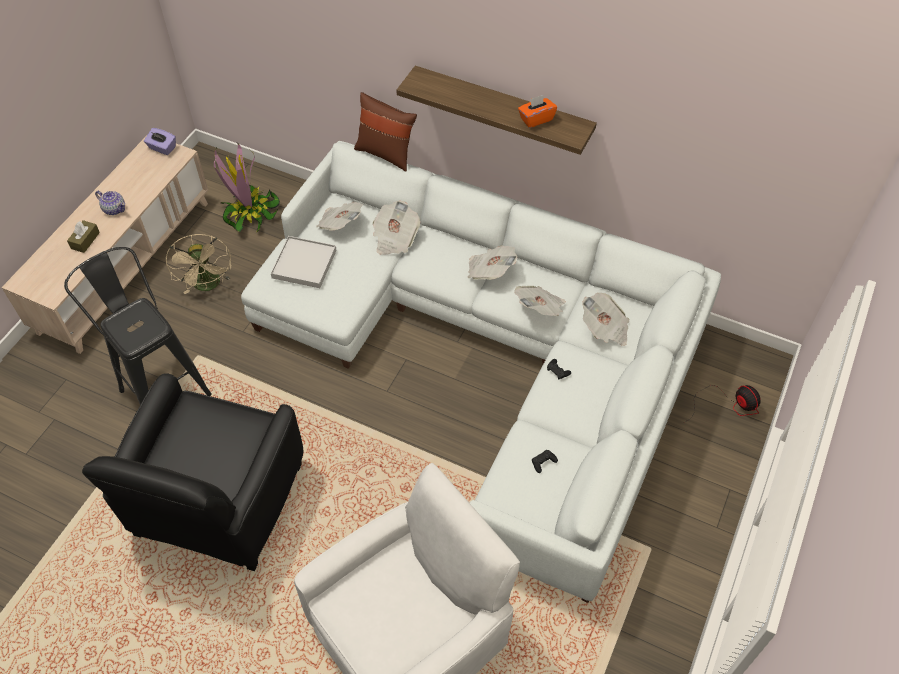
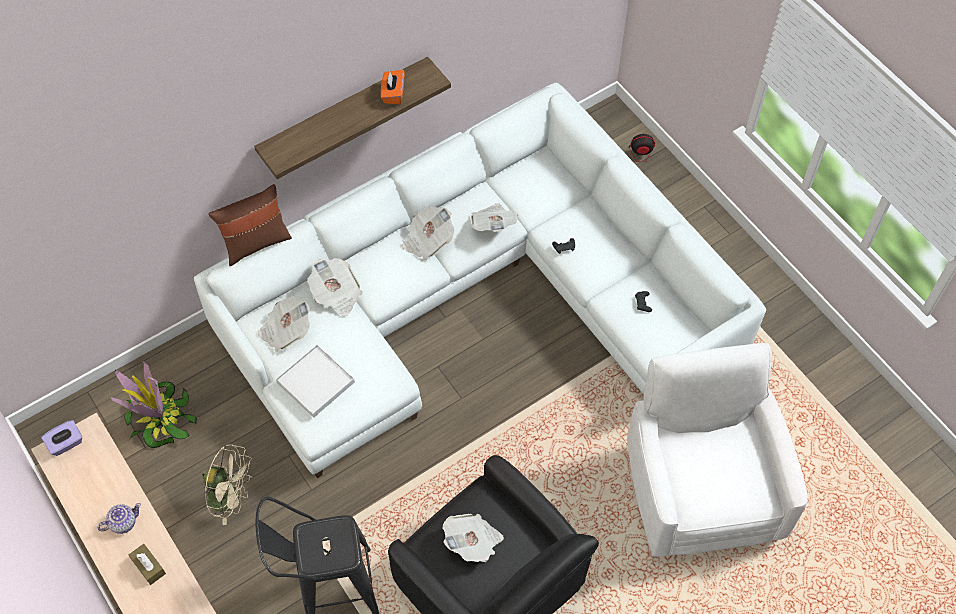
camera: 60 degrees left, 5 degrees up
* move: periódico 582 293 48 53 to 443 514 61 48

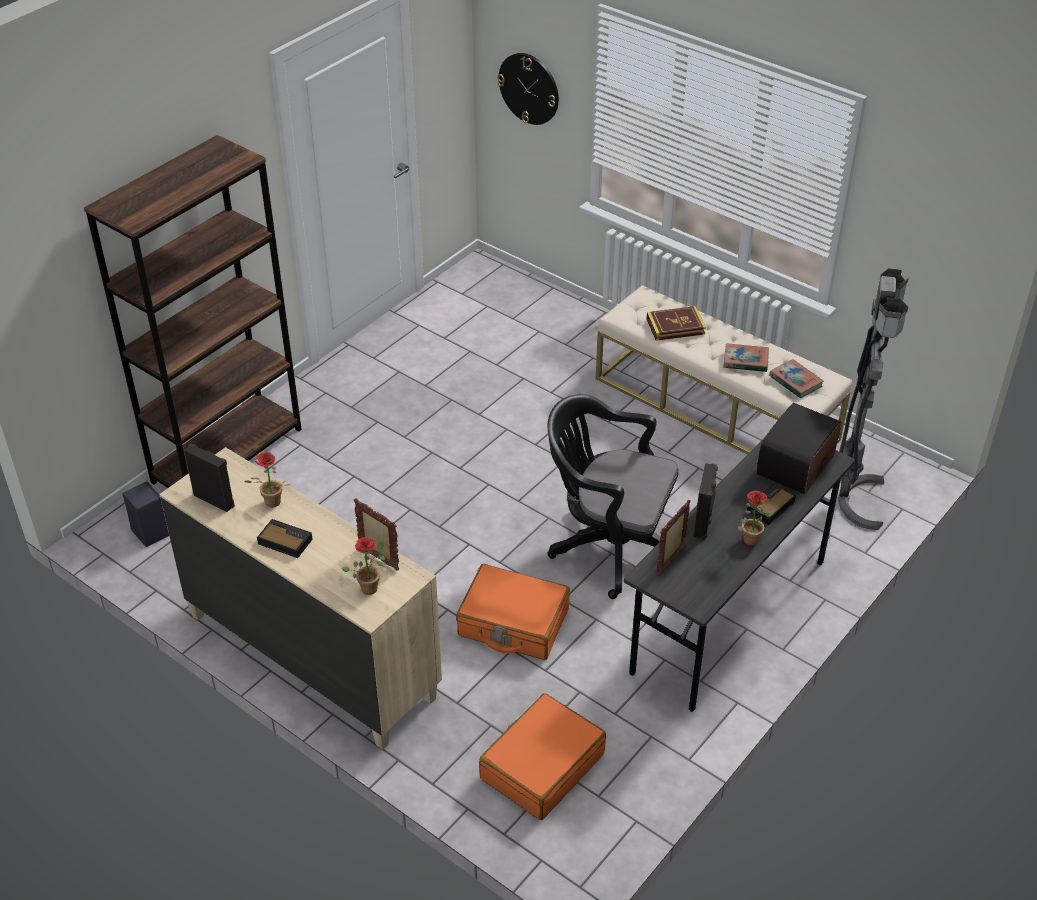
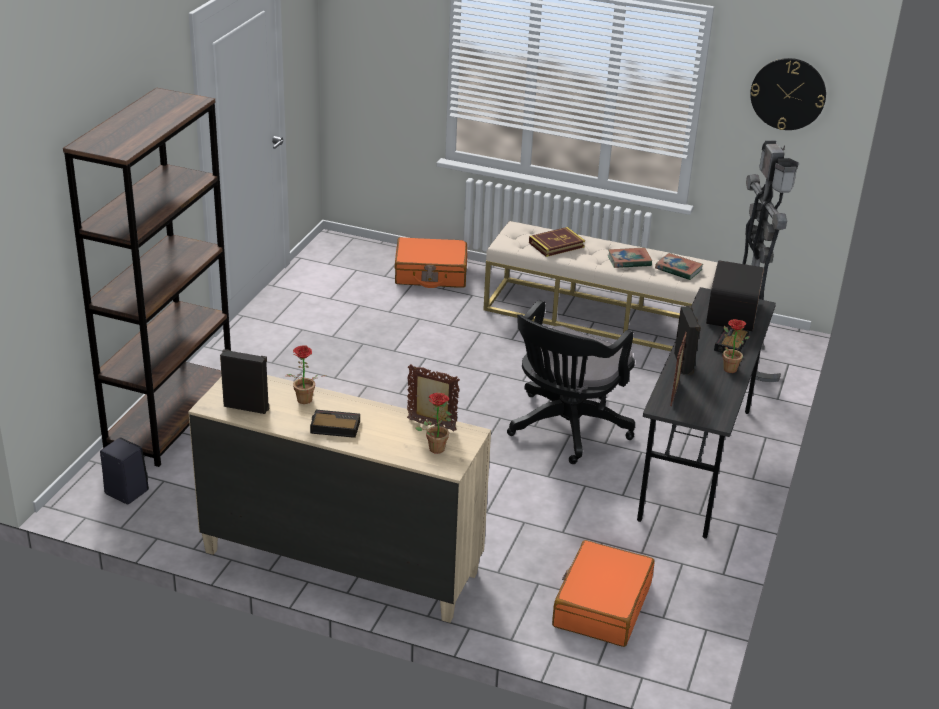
camera: 20 degrees left, 10 degrees down
* move: maleta (naranja) 456 564 114 96 to 395 237 72 51
* move: reloj de pared 497 53 62 72 to 750 58 76 72
* rotate: silla de oficina (negro) 547 394 132 205 = 507 300 128 164 60 degrees counterclockwise

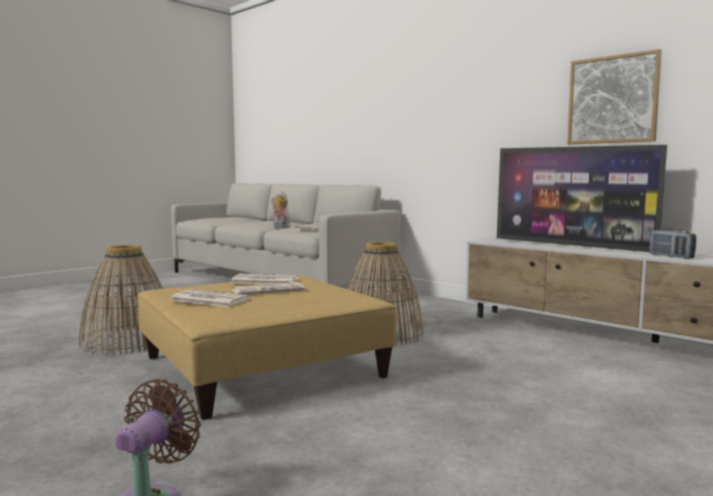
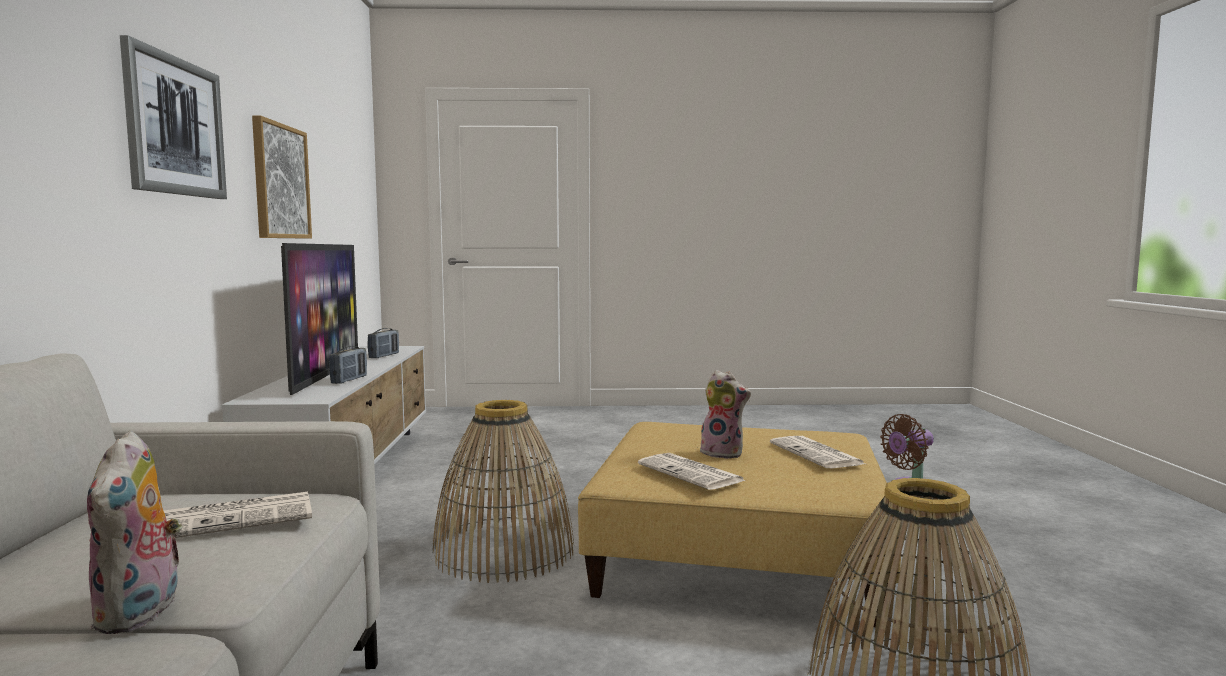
camera: 135 degrees left, 0 degrees up
* replace: periódico 232 282 73 13 to peluche 700 370 51 89
* insert: cuadro 120 35 107 164
* insert: radio 329 346 38 38

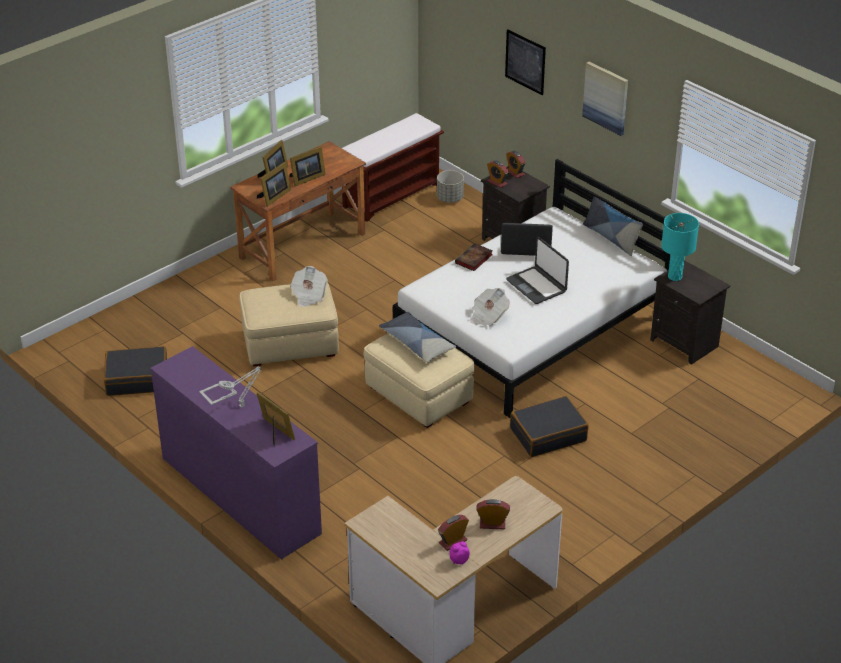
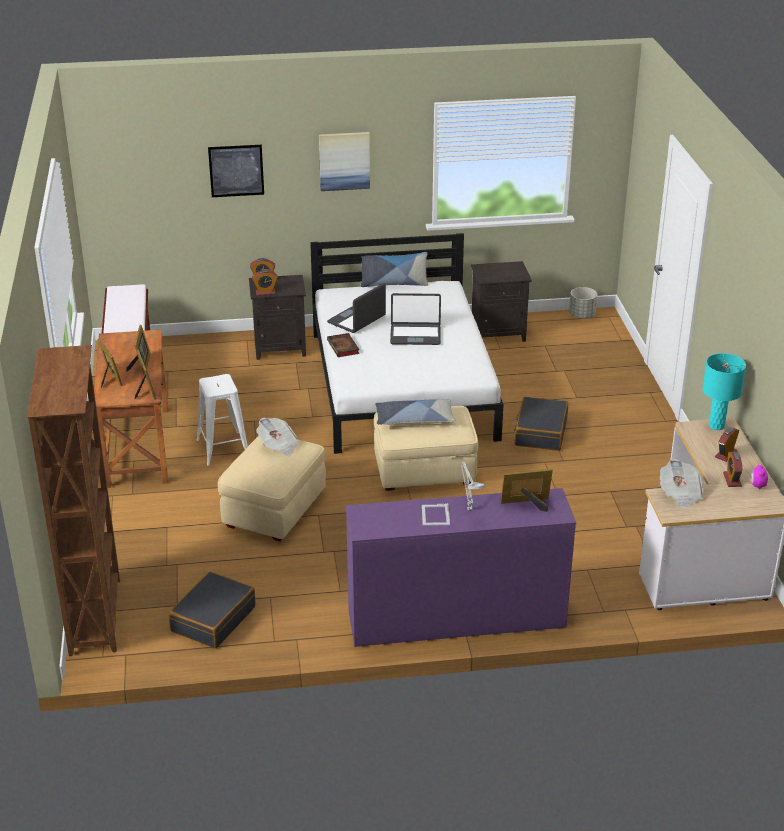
camera: 55 degrees left, 5 degrees down
* move: maceta (gris) 437 170 27 33 to 569 287 28 32
* move: periódico 470 288 40 39 to 660 459 43 50
* move: lámpara de mesa (turquesa) 661 213 38 68 to 702 353 44 77
* insert: estantería (marrón) 27 345 93 311
* insert: taburete (blanco) 197 374 51 92

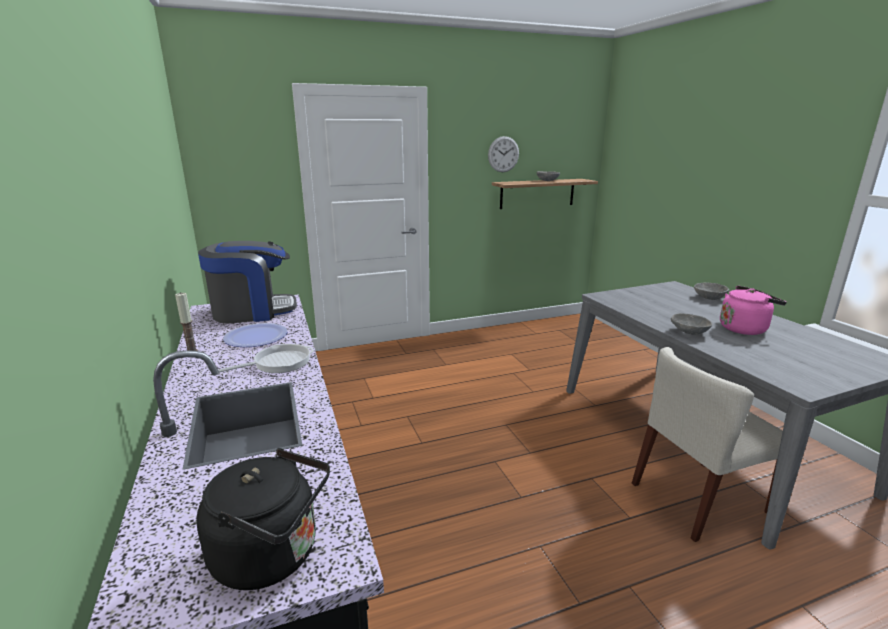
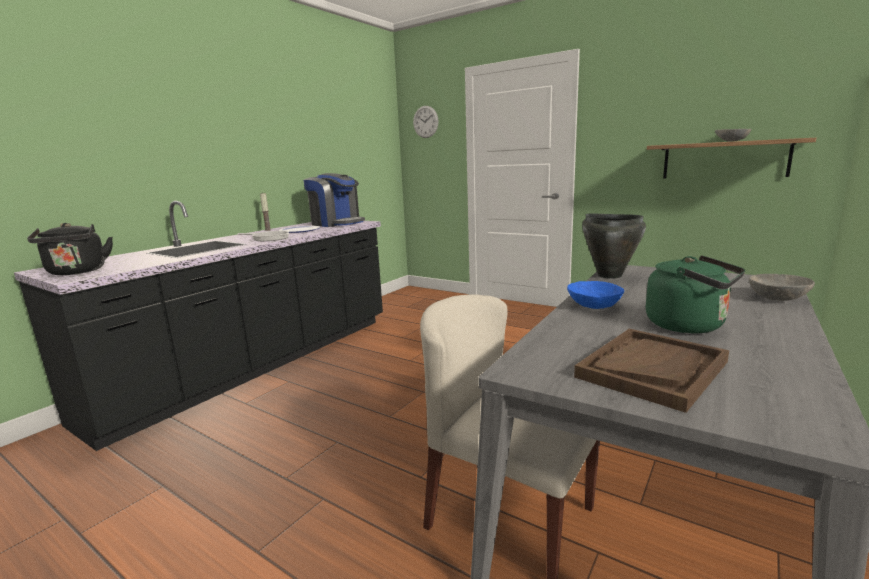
camera: 55 degrees right, 5 degrees down
* move: reloj de pared 488 136 31 36 to 413 106 25 32
* recolor: cuenco (gris) 671 313 41 22 to cuenco (azul) 567 281 57 28
* recolor: hervidor (rosa) 720 286 67 49 to hervidor (verde) 646 255 99 78
* insert: bandeja (marrón) 574 329 155 84
* insert: olla (negro) 582 214 64 65

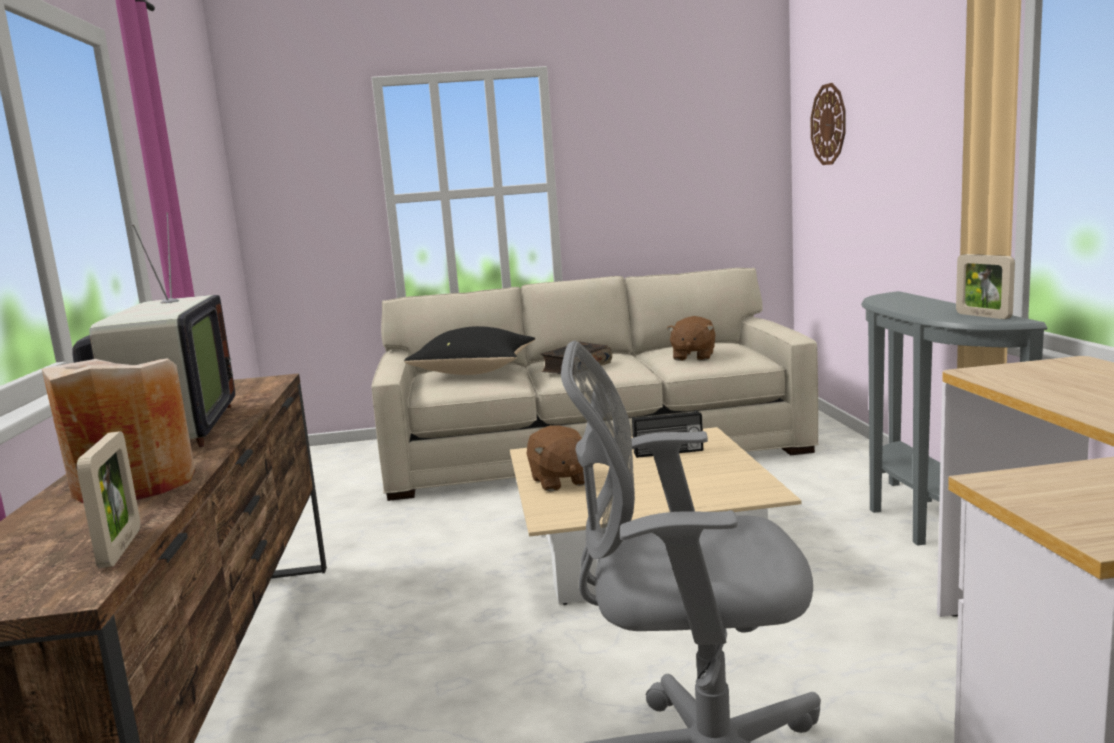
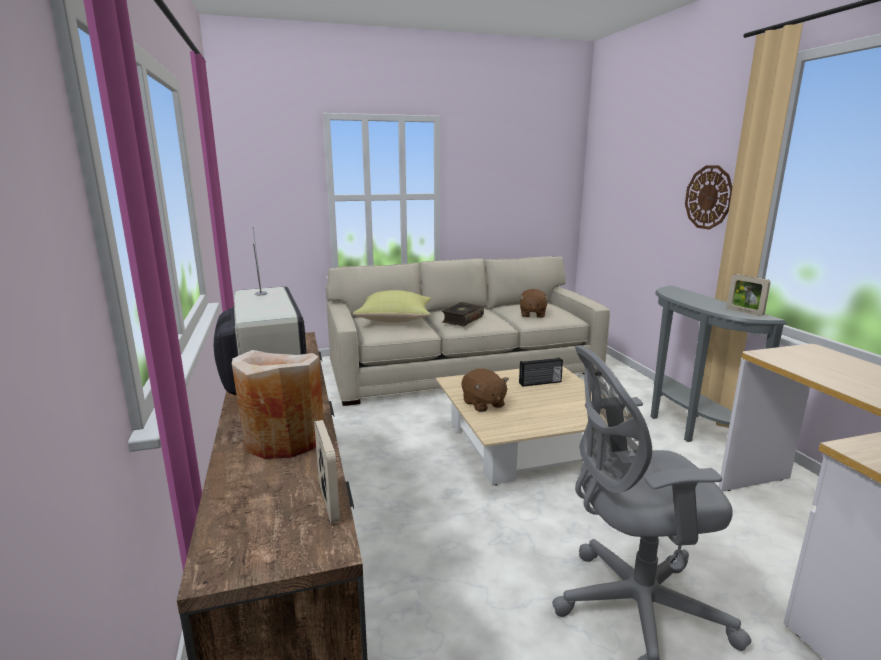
camera: 10 degrees left, 5 degrees up
* recolor: cojín (negro) 404 326 131 49 to cojín (amarillo) 353 290 79 33
* move: reloj de pared 811 83 35 82 to 685 165 47 65

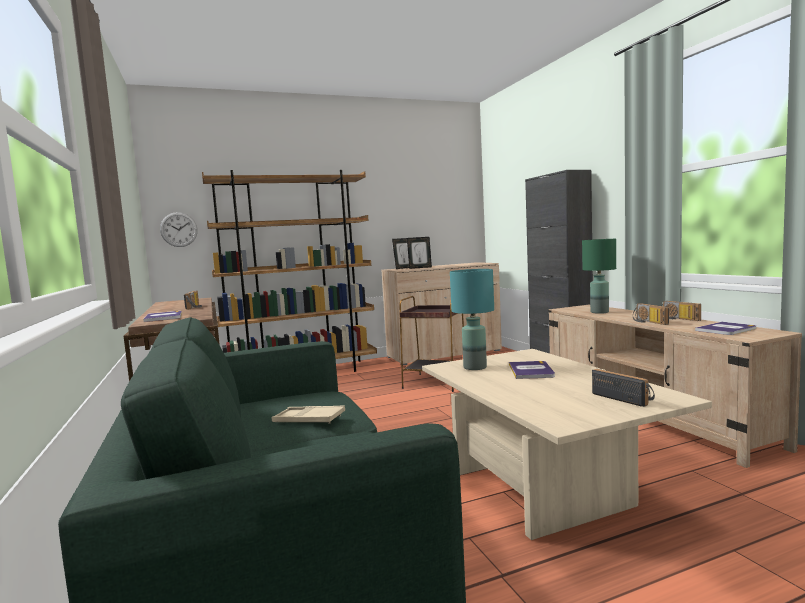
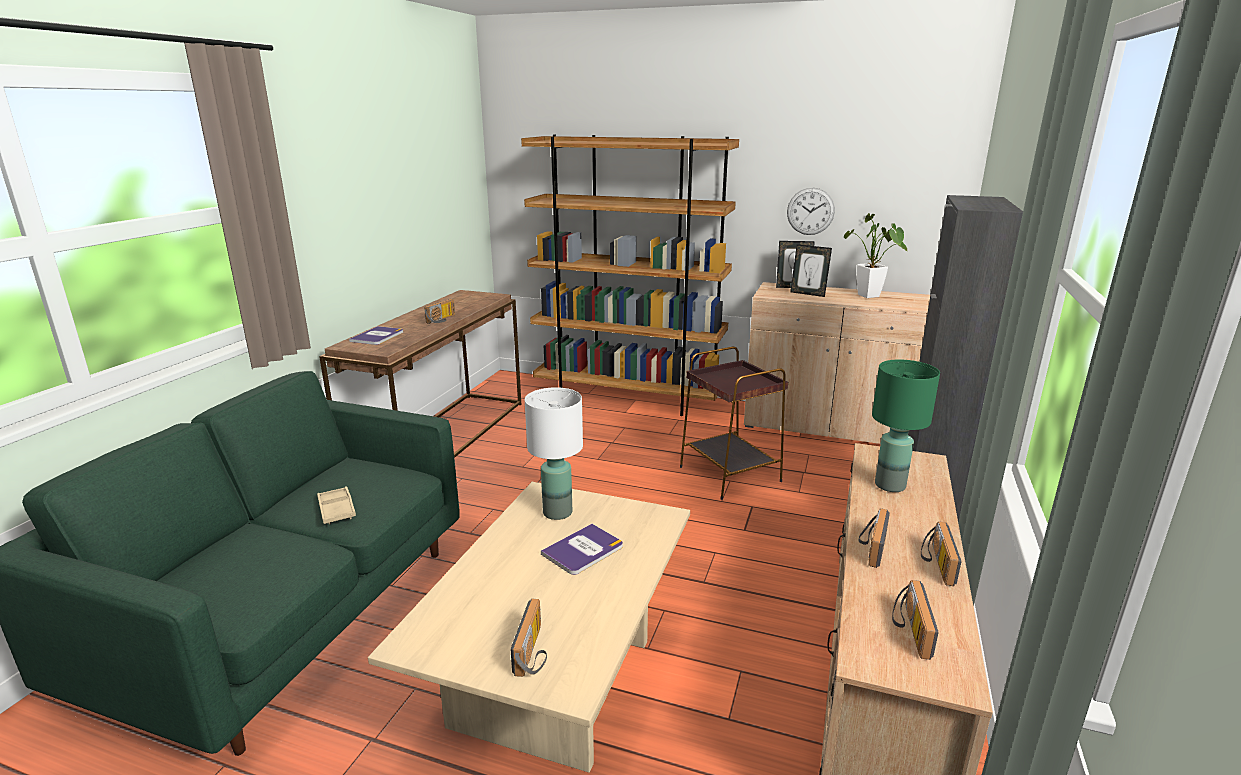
camera: 40 degrees right, 15 degrees up
* move: reloj de pared 160 212 38 35 to 787 188 48 47
* recolor: lámpara de mesa (turquesa) 450 269 44 101 to lámpara de mesa (blanco) 525 387 58 133
* replace: libro 695 322 61 13 to radio 892 580 47 80
* insert: planta en maceta 844 213 64 85

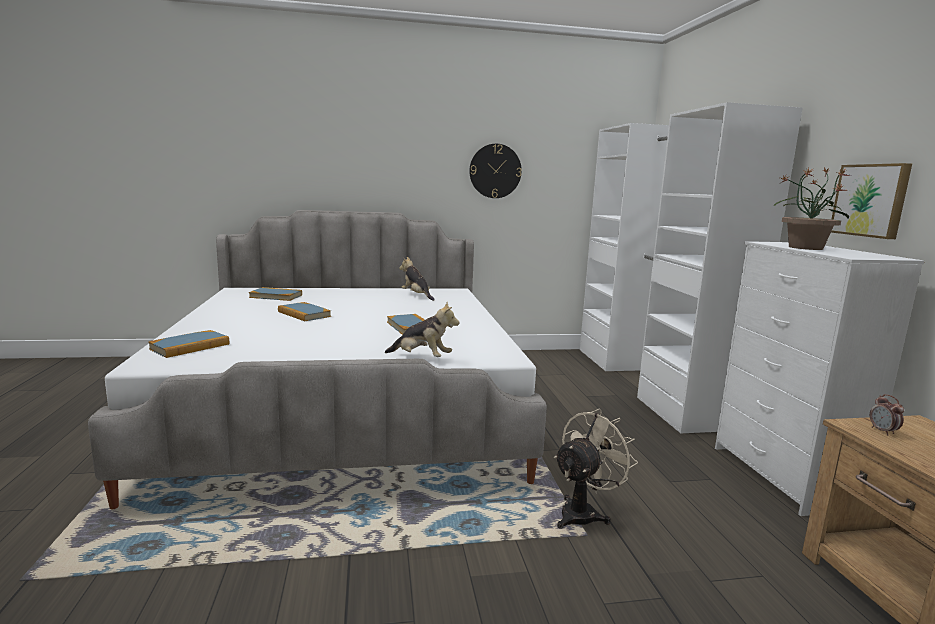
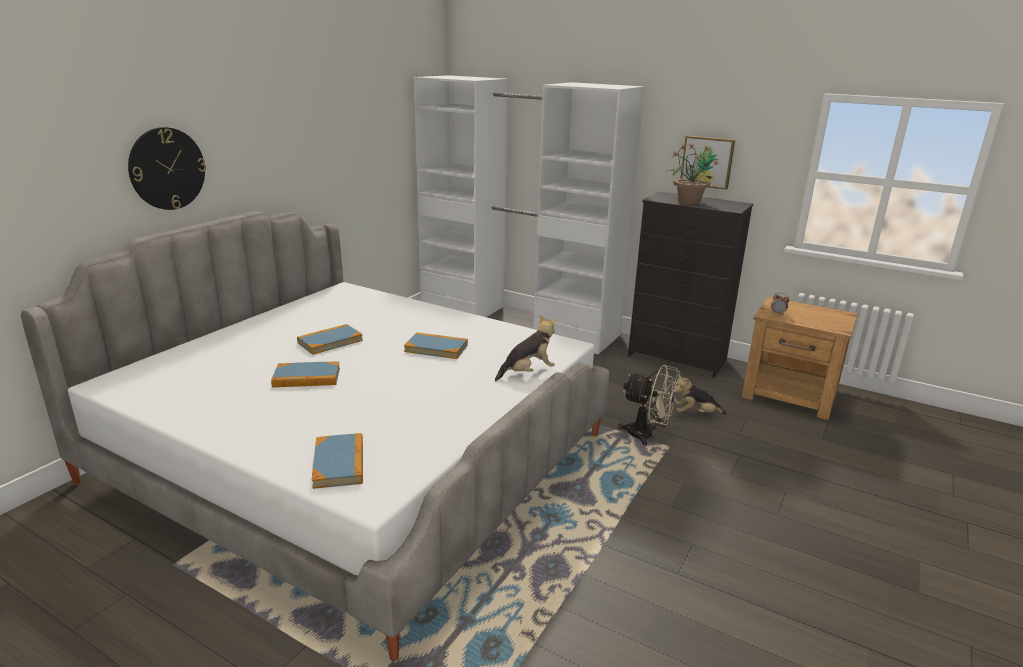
camera: 50 degrees left, 10 degrees up
* move: libro 249 287 53 14 to 297 324 66 31
* move: peluche 399 257 35 44 to 676 375 50 39
* move: reloj de pared 469 144 53 54 to 128 127 78 83
* rotate: ventilador (beis) 554 409 84 120 = 618 364 62 81 120 degrees clockwise
* recolor: cómoda (blanco) 715 241 210 275 to cómoda (negro) 628 191 125 187

